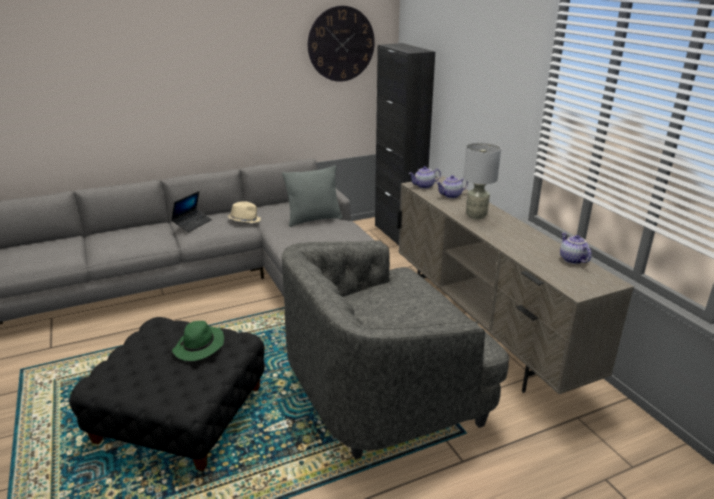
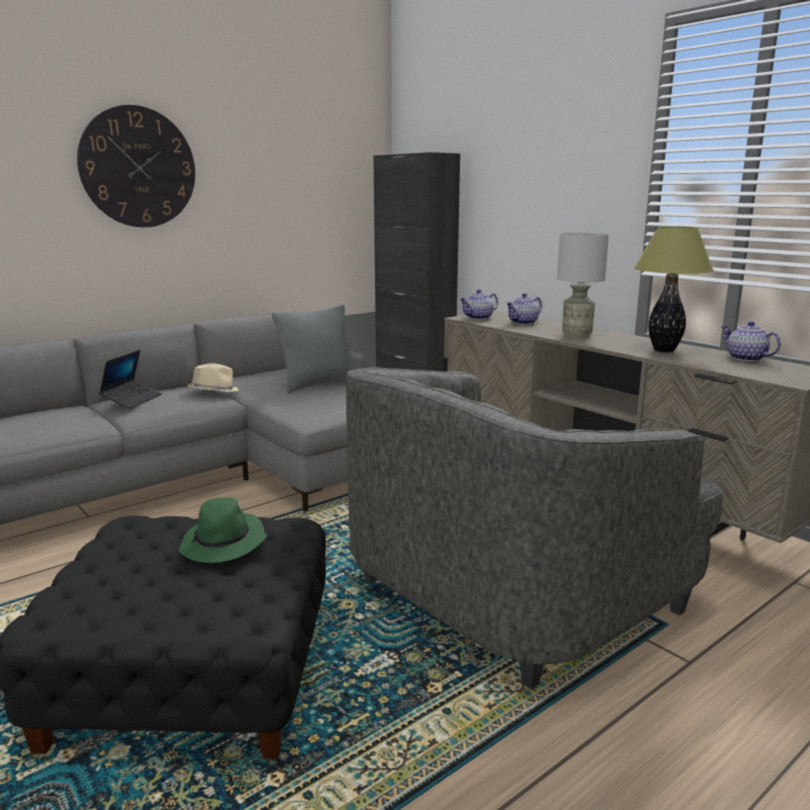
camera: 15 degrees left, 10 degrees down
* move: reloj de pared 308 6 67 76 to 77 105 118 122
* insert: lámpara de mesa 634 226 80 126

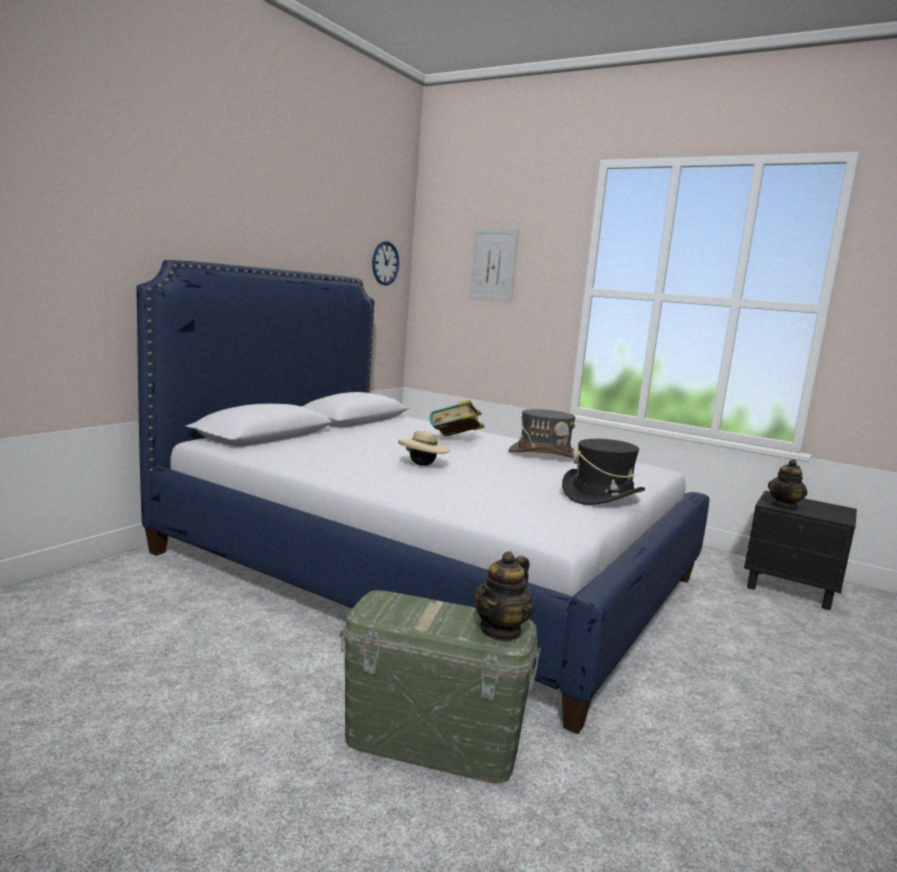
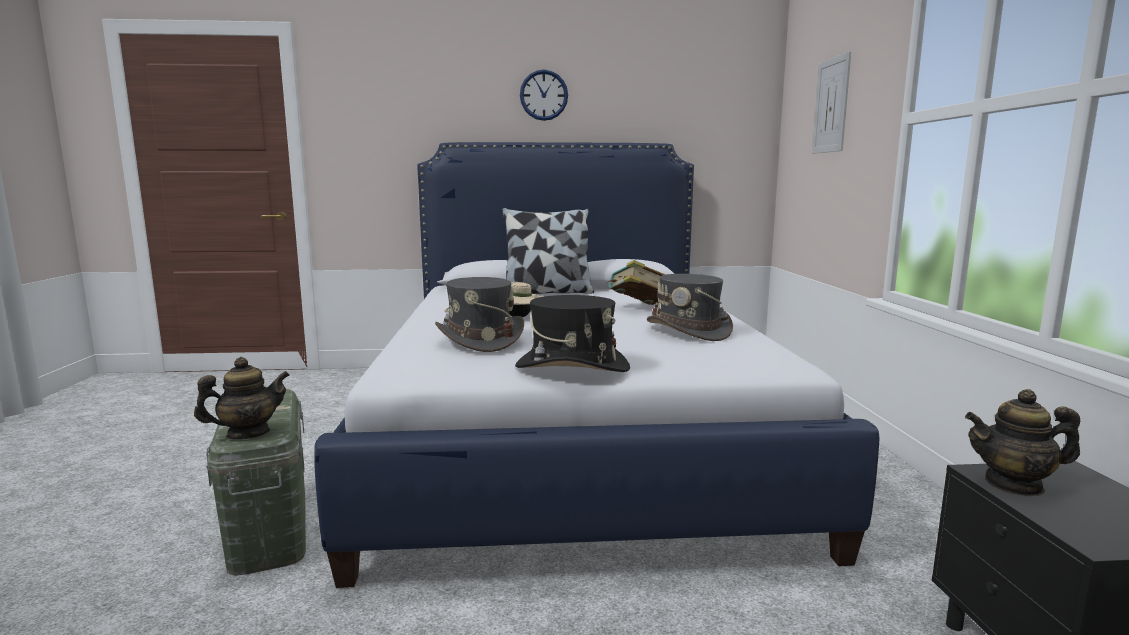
camera: 55 degrees right, 0 degrees up
* move: reloj de pared 372 241 27 44 to 520 70 48 51
* rotate: tetera 474 551 60 91 = 194 357 96 82 150 degrees clockwise
* insert: sombrero (gris) 435 277 89 75
* insert: cojín 502 208 92 86

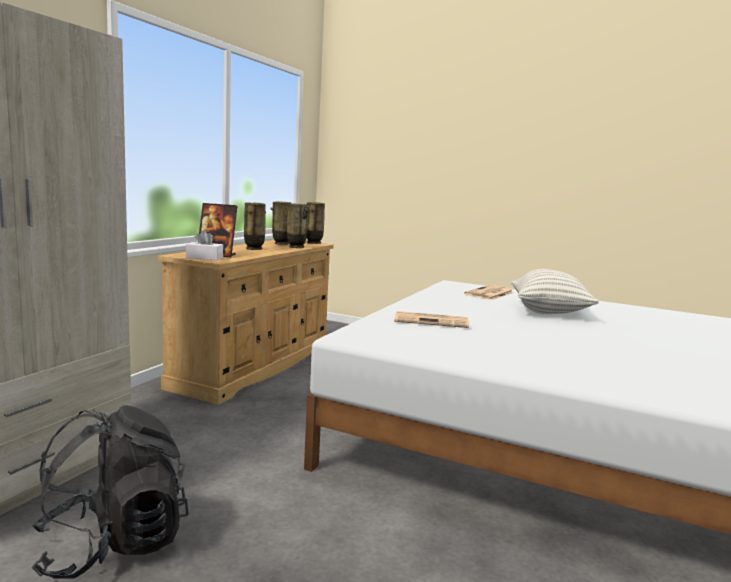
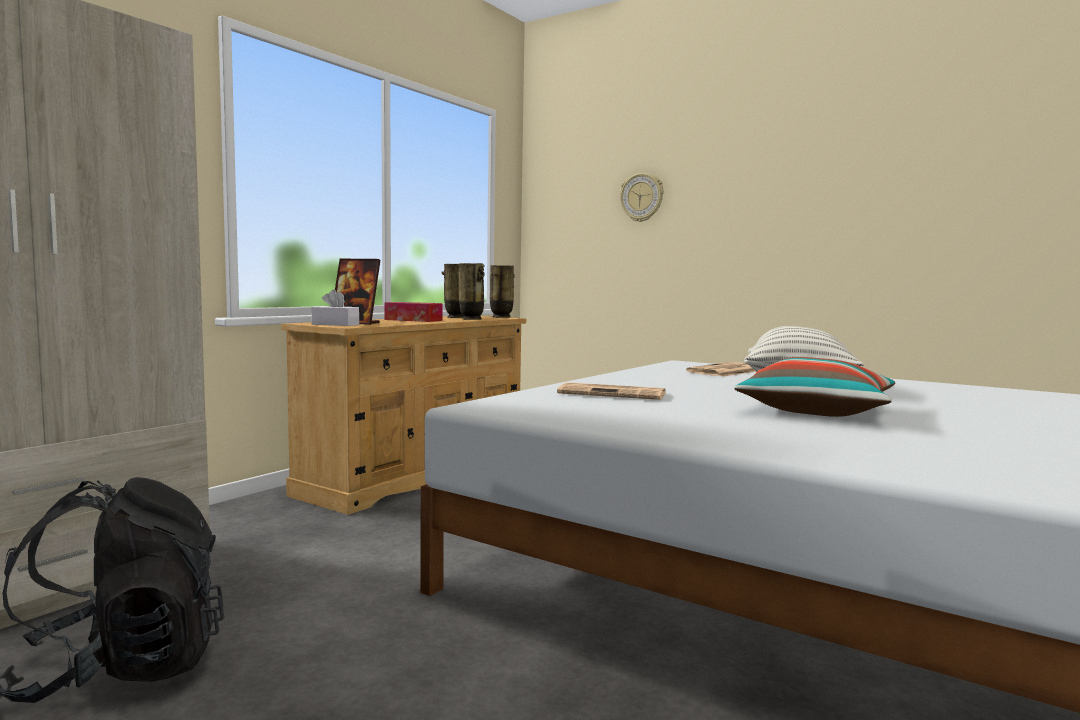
camera: 10 degrees right, 5 degrees down
* replace: florero 244 202 22 48 to caja de pañuelos 385 302 58 20
* insert: reloj de pared 620 173 44 49
* insert: cojín 734 357 161 60

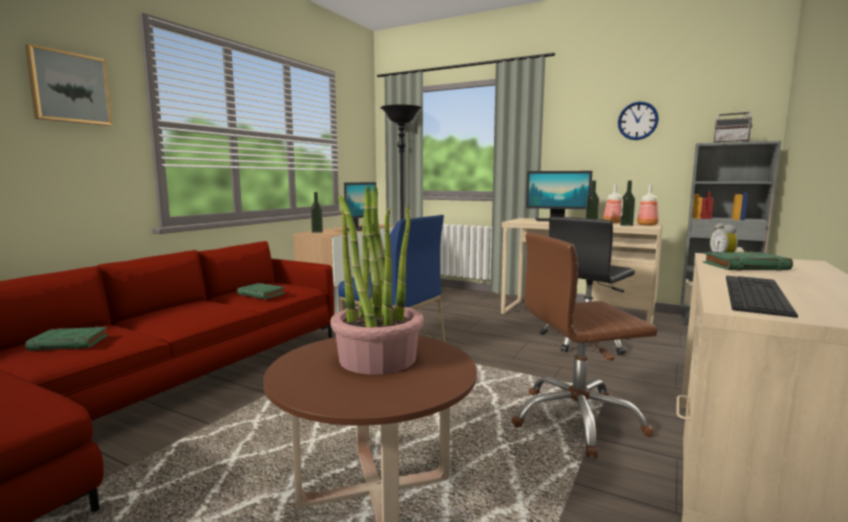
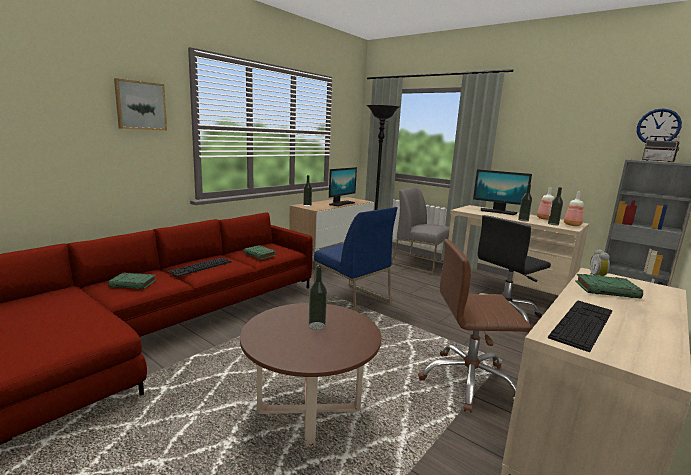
camera: 10 degrees right, 5 degrees up
* replace: planta en maceta 331 186 93 189 to botella 308 266 19 64
* move: reloj de pared 618 101 41 39 to 637 108 45 35
* insert: teclado 167 258 65 19
* insert: silla (gris) 392 187 58 87

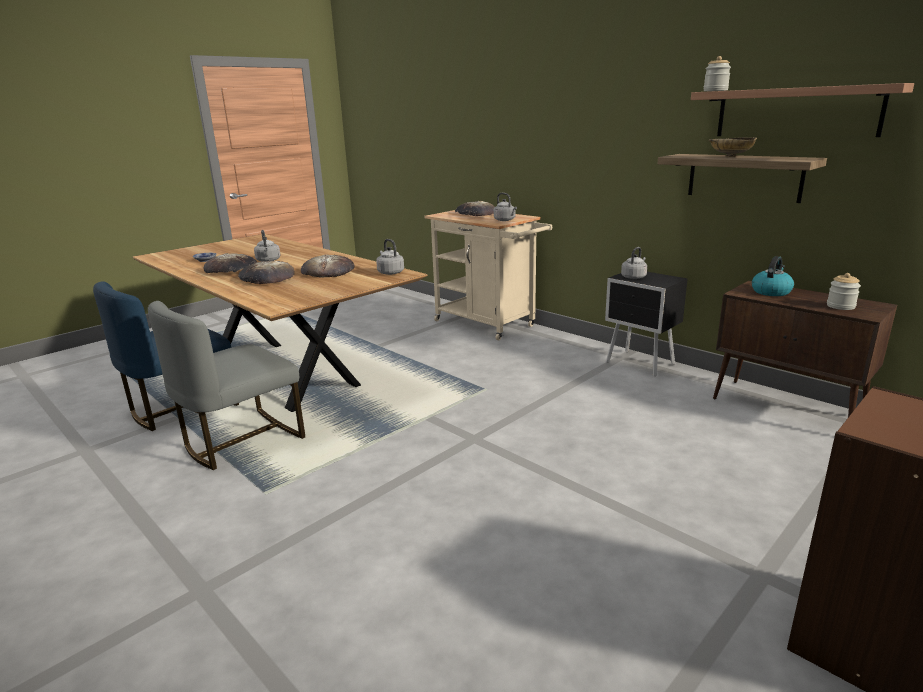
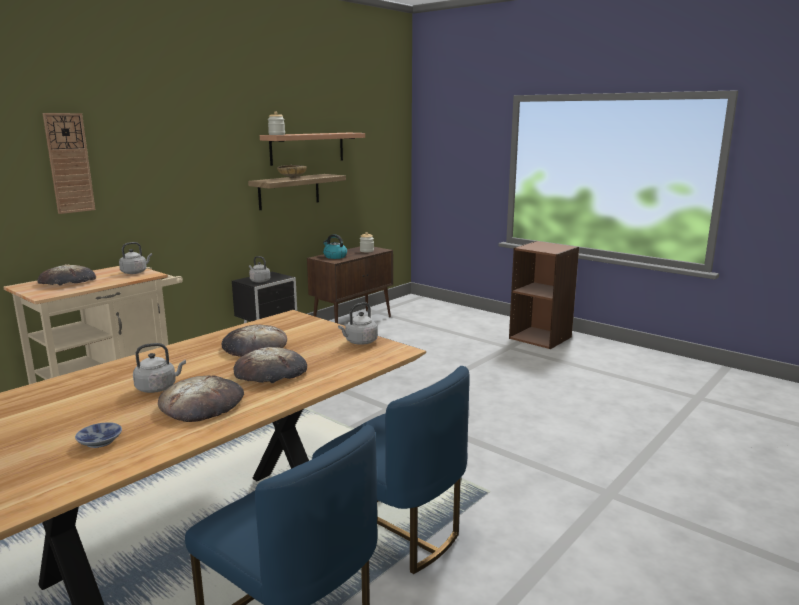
camera: 95 degrees left, 5 degrees down
* recolor: silla (gris) 148 301 157 169 to silla (azul) 312 366 158 208
* move: hervidor (gris) 376 239 28 36 to 338 302 40 43
* insert: reloj de pared 43 113 52 101

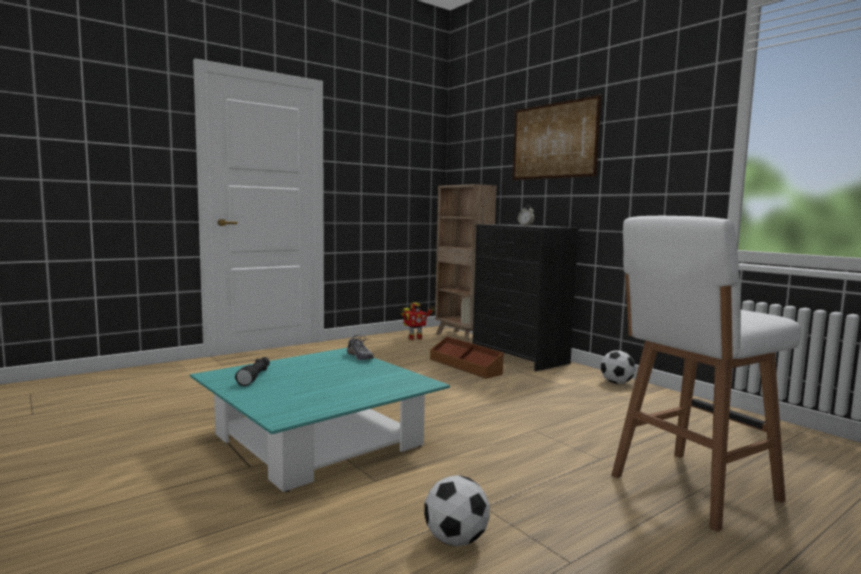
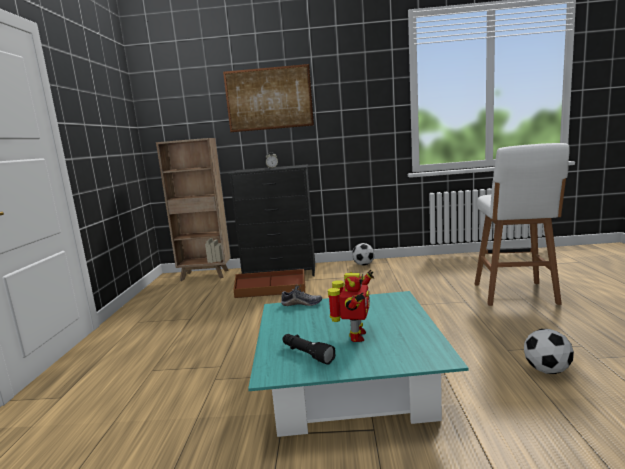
camera: 50 degrees left, 5 degrees up
* move: robot de juguete 400 302 34 38 to 328 269 46 73

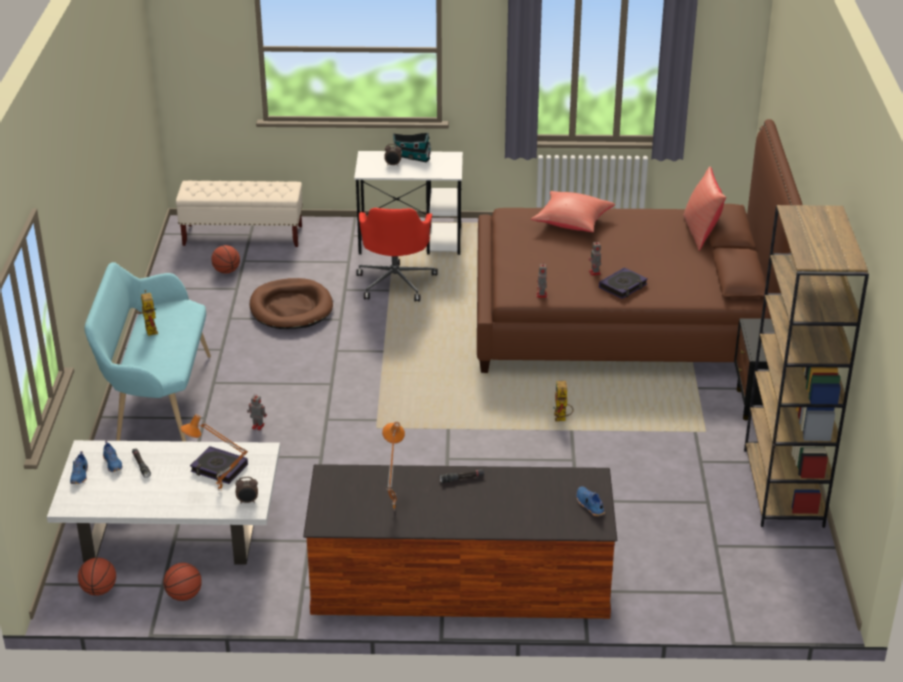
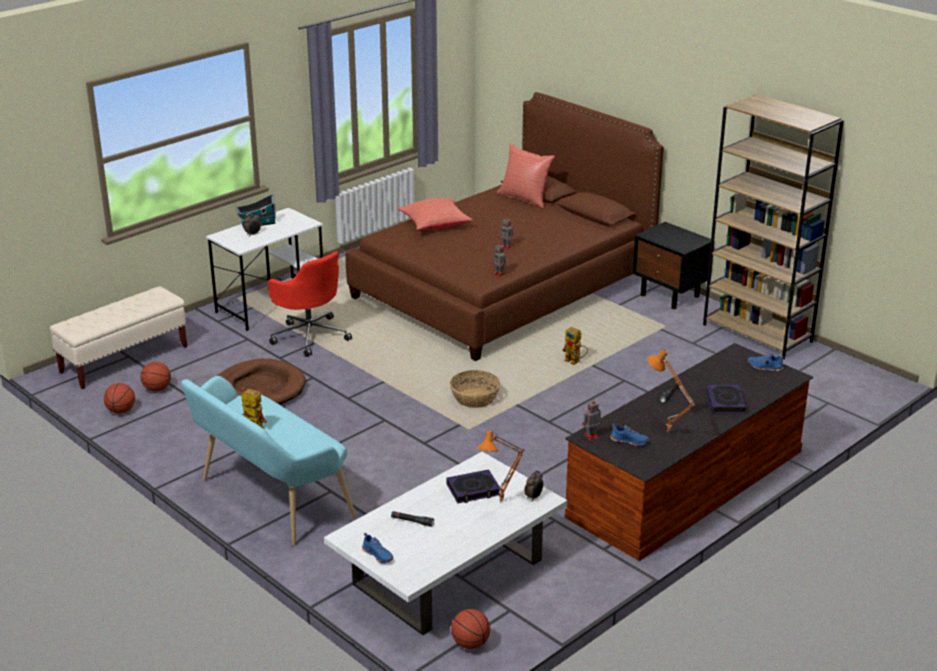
camera: 45 degrees left, 5 degrees down
* move: zapato (azul) 103 441 20 31 to 610 424 39 22
* move: balón de baloncesto 163 563 39 38 to 104 383 31 31
* move: robot de juguete 247 394 20 36 to 582 398 19 43
* move: libro 599 267 49 32 to 706 385 41 28
* insert: cesta 450 370 50 38

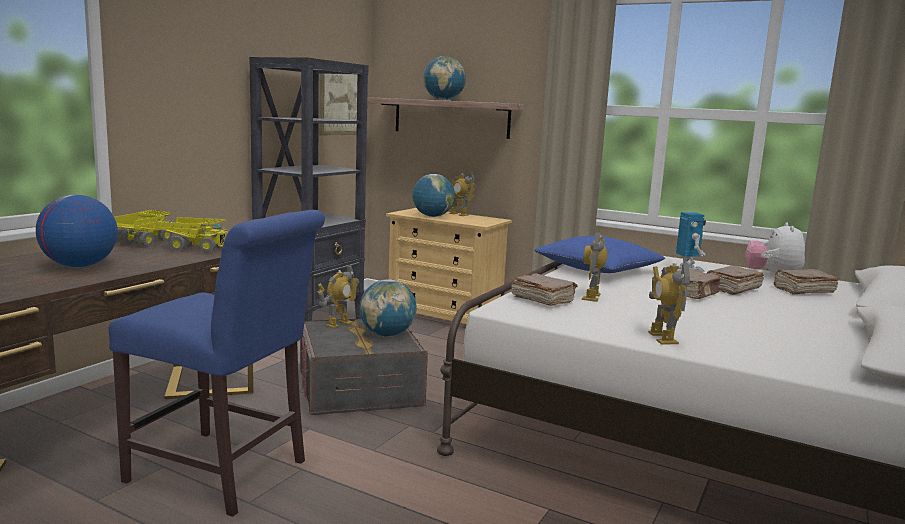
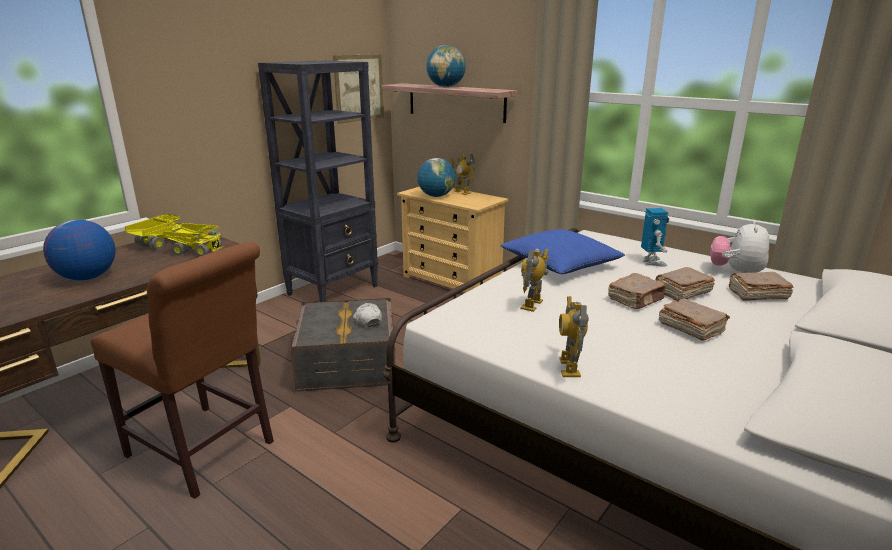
camera: 10 degrees right, 10 degrees up
* recolor: silla (azul) 108 210 217 307 to silla (marrón) 91 242 183 257
* delete: robot de juguete 317 264 42 64
* replace: globo terráqueo 359 279 58 58 to gorra (blanco) 353 303 29 25
* move: libro (marrón) 511 273 66 33 to 659 298 71 42

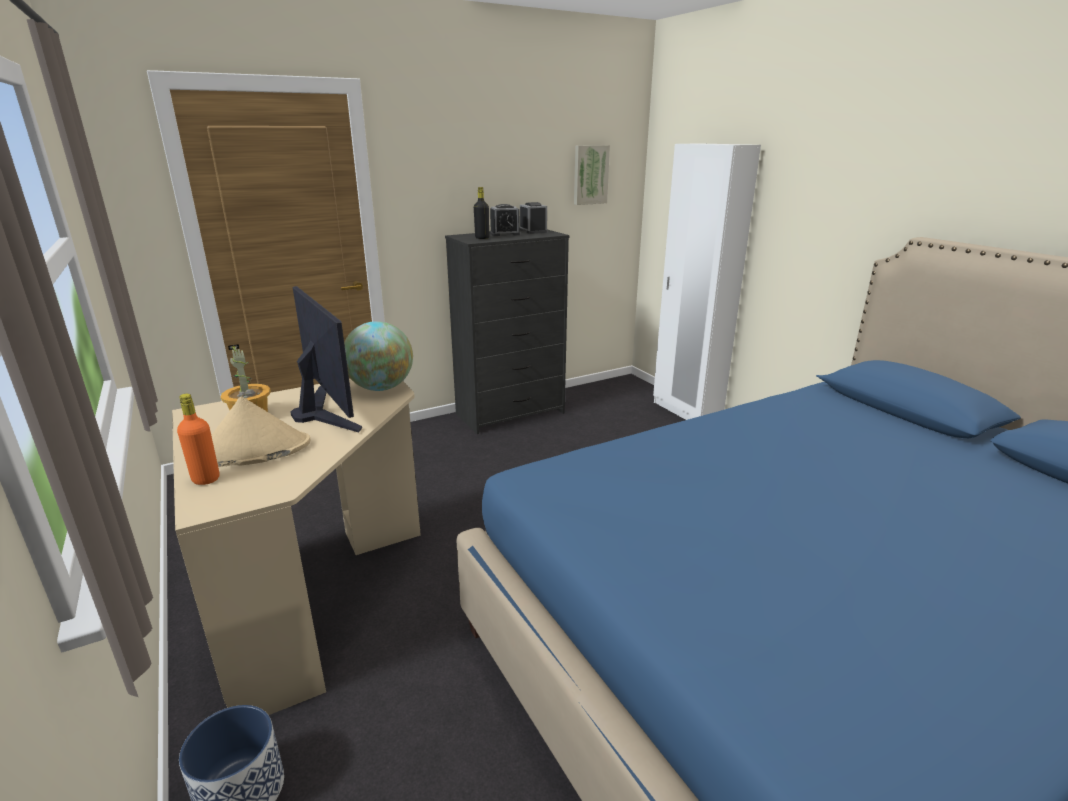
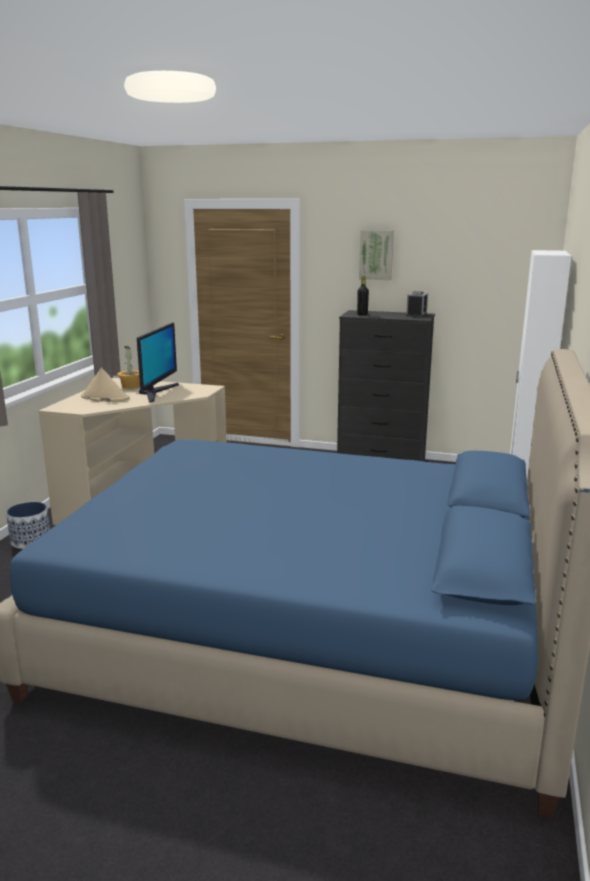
camera: 45 degrees right, 5 degrees down
* delete: botella (naranja) 177 394 43 91
* delete: globo terráqueo 344 321 69 70
* delete: despertador 489 204 32 32
* move: cuadro 574 145 36 60 to 359 230 35 50

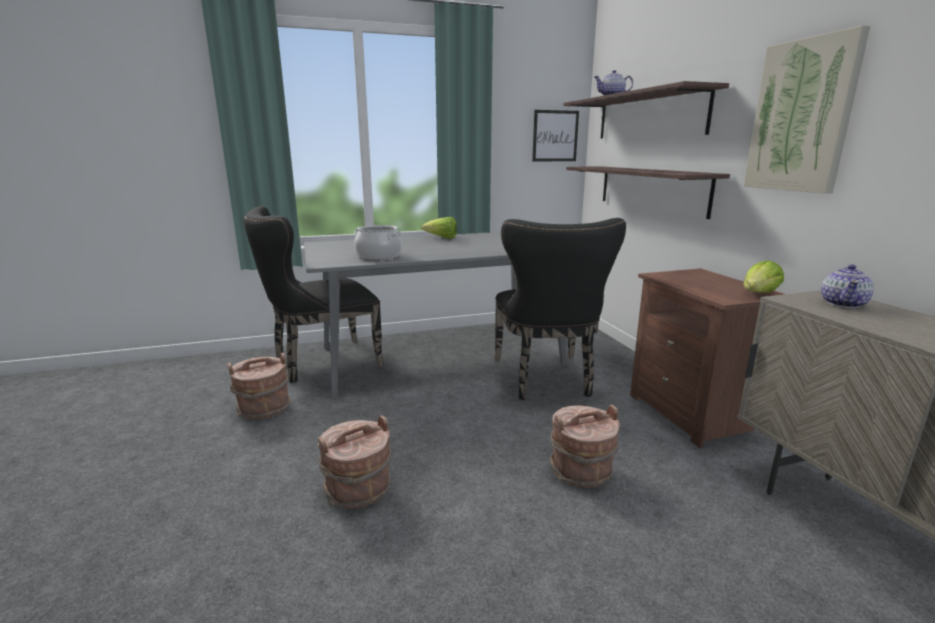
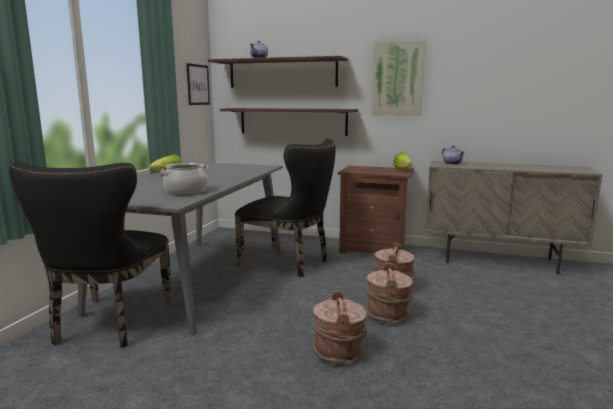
camera: 55 degrees left, 5 degrees down
* move: cubo (marrón) 227 353 63 66 to 365 263 48 62

